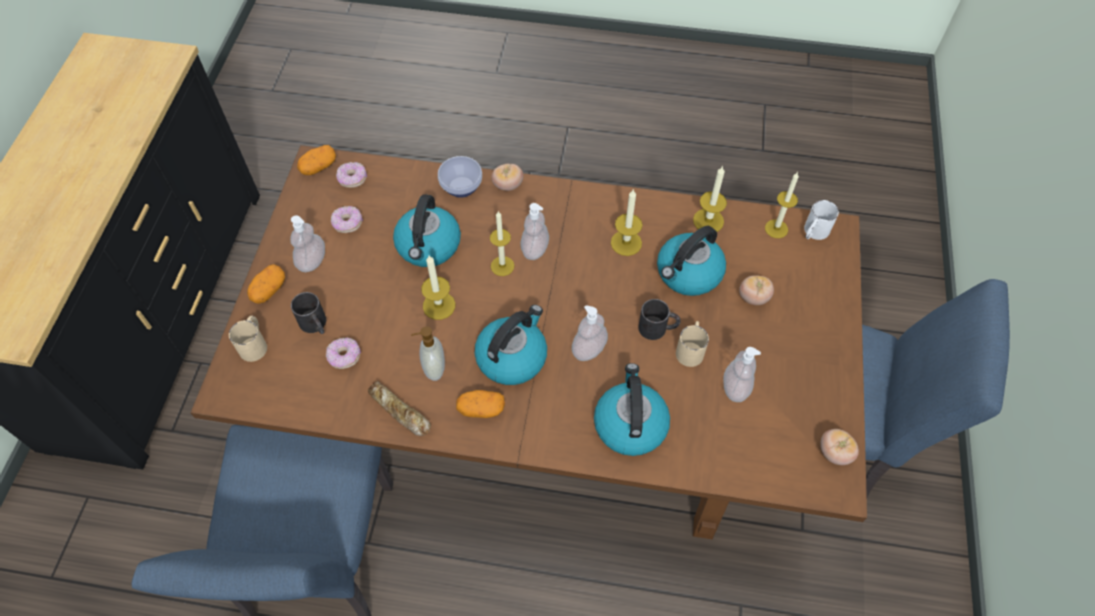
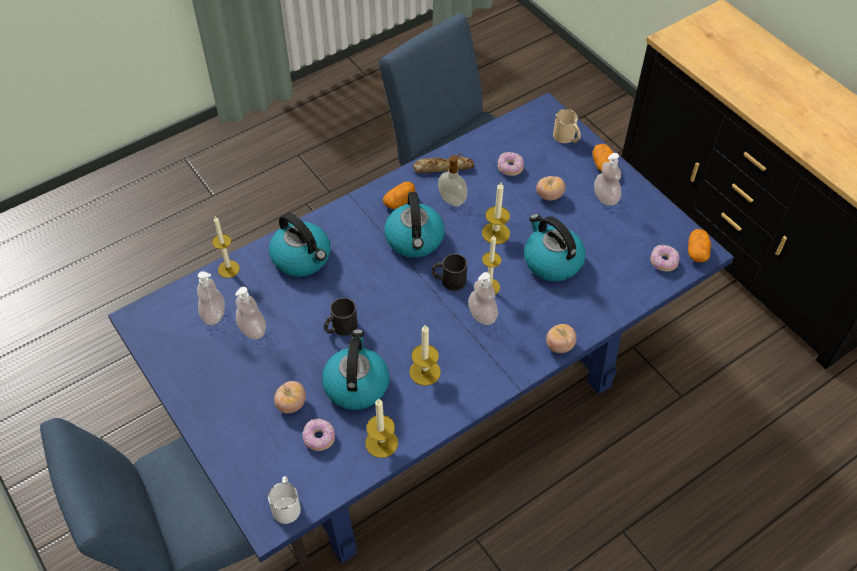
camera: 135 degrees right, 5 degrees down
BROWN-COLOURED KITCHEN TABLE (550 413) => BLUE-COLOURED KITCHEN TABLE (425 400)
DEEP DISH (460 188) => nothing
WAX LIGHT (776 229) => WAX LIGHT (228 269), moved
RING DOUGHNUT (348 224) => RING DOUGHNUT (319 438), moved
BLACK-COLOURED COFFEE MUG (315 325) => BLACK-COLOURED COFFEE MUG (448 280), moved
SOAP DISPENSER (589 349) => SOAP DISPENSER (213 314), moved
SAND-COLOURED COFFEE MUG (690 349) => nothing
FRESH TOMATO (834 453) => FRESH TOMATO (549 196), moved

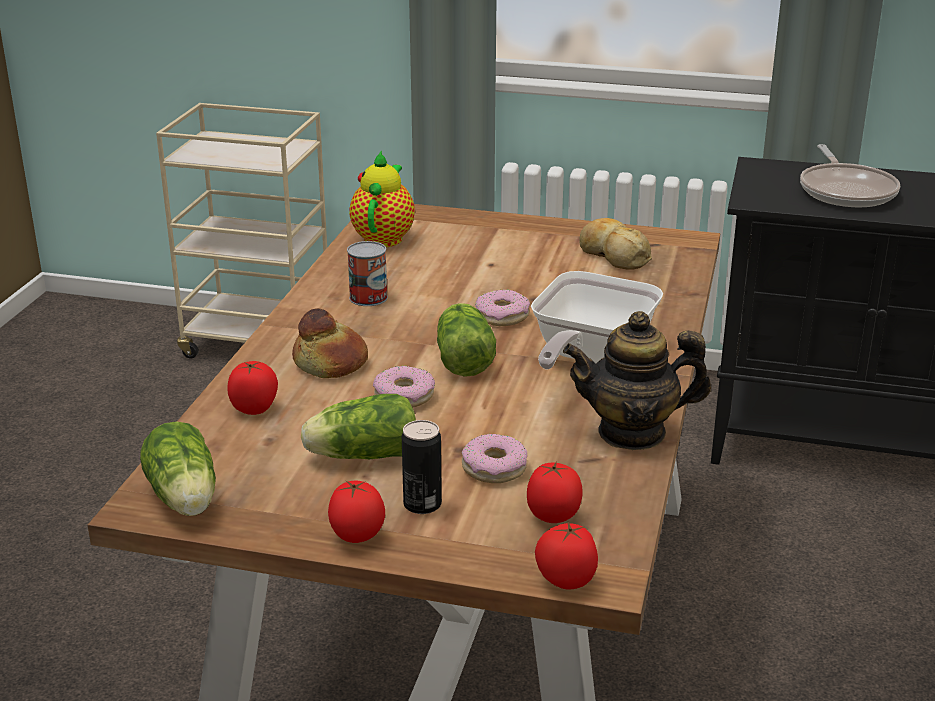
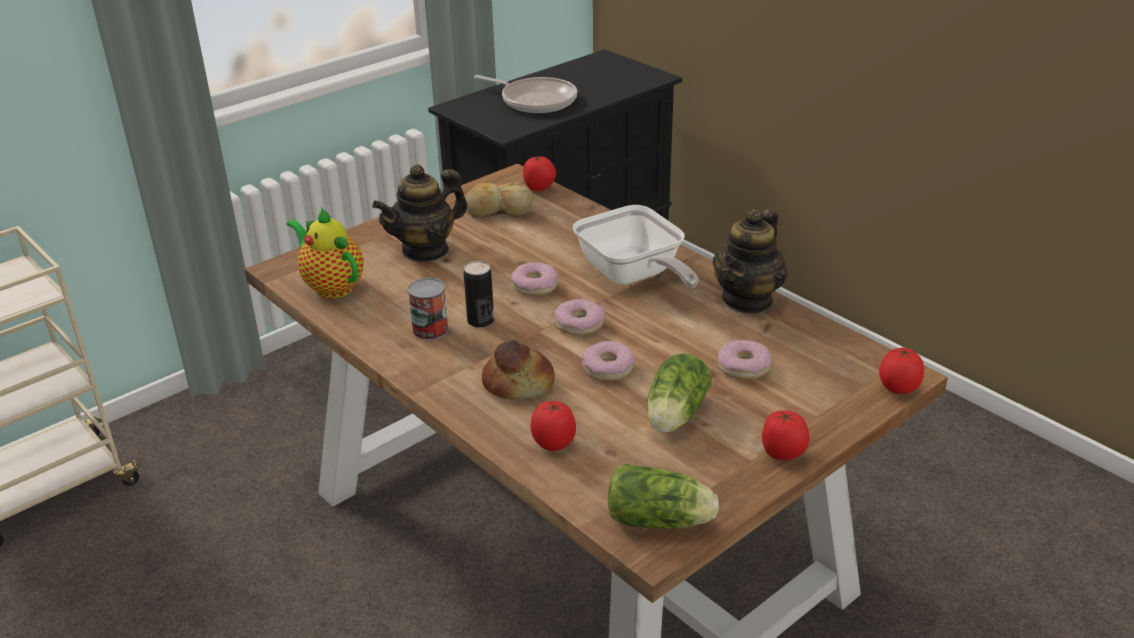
camera: 55 degrees left, 5 degrees up
LETTUCE (463 358) => RING DOUGHNUT (579 324)
CAN (422 504) => CAN (480 321), moved
FRESH TOMATO (553 517) => FRESH TOMATO (539 188), moved
nothing => TEA POT (425 250)

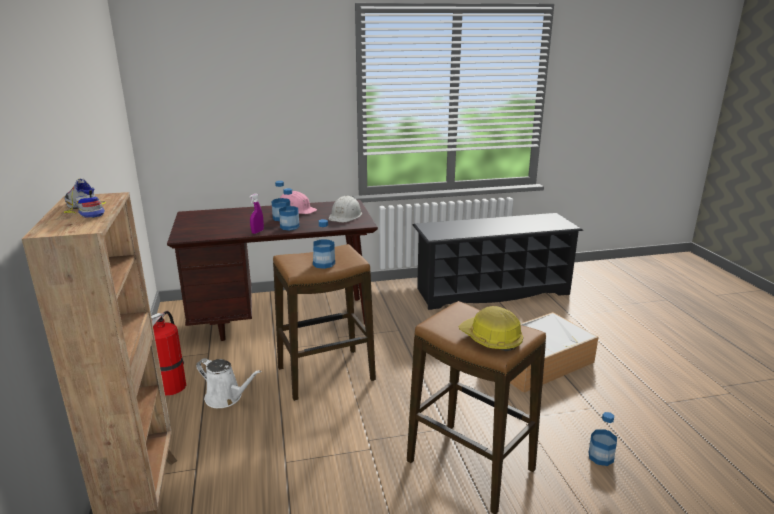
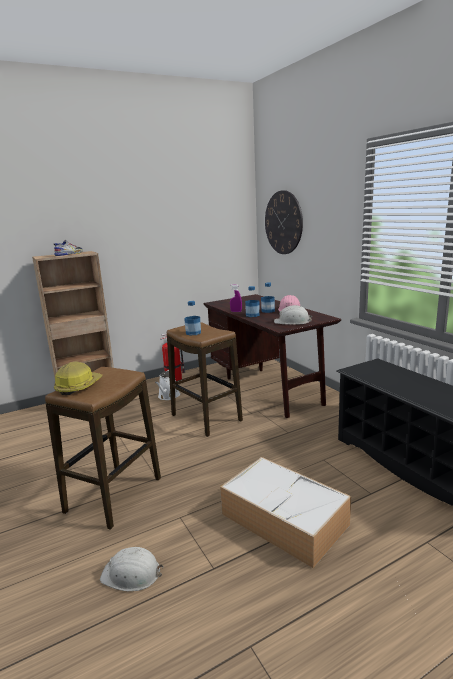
camera: 75 degrees right, 5 degrees down
BOTTLE (600 457) => WHITE-COLOURED SAFETY HELMET (131 574)
nothing => WALL CLOCK (283 222)

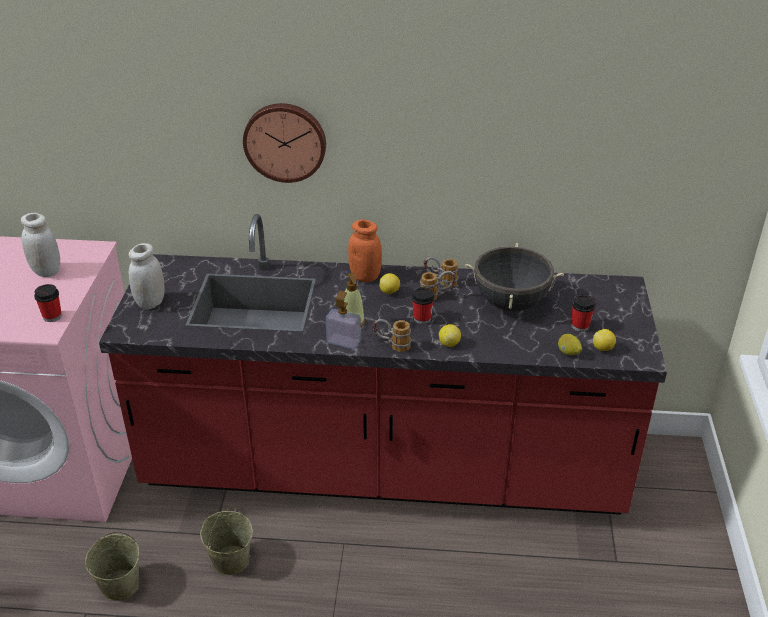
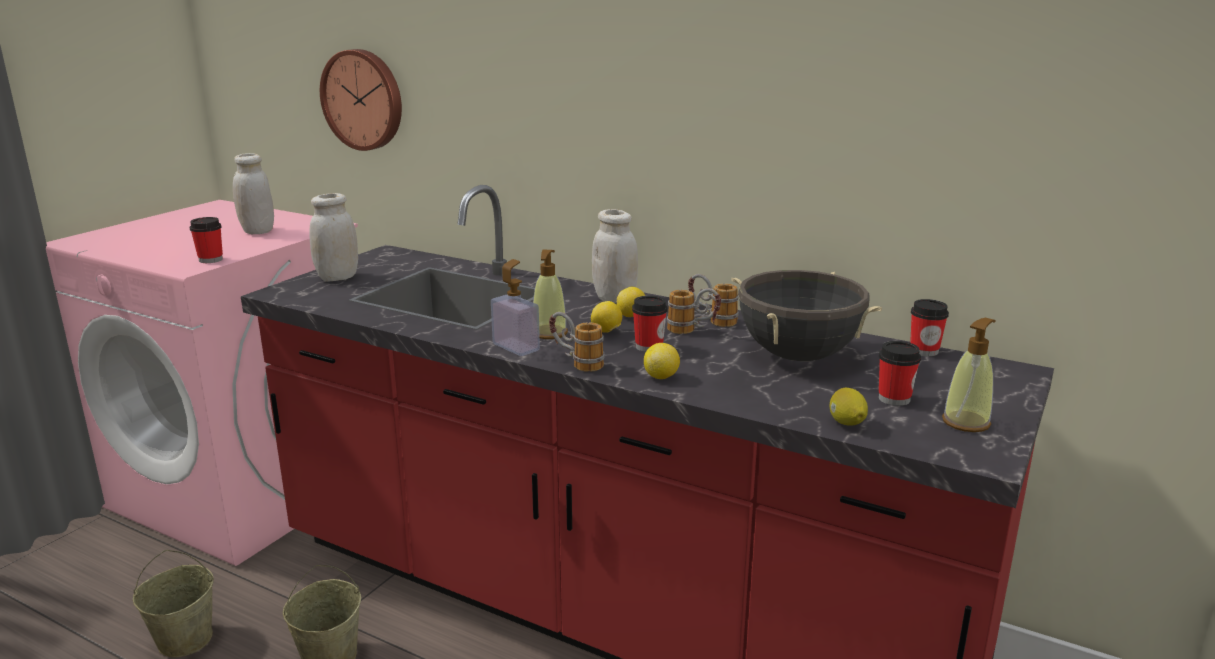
camera: 25 degrees right, 15 degrees down
WALL CLOCK (285 141) => WALL CLOCK (364 99), moved
ORANGE PRESERVE JAR (365 276) => WHITE-COLOURED PRESERVE JAR (614 299)
WHOLE LEMON (603 348) => WHOLE LEMON (606 332), moved
nothing => DRINKING CUP (924 351)
nothing => SOAP DISPENSER (966 422)

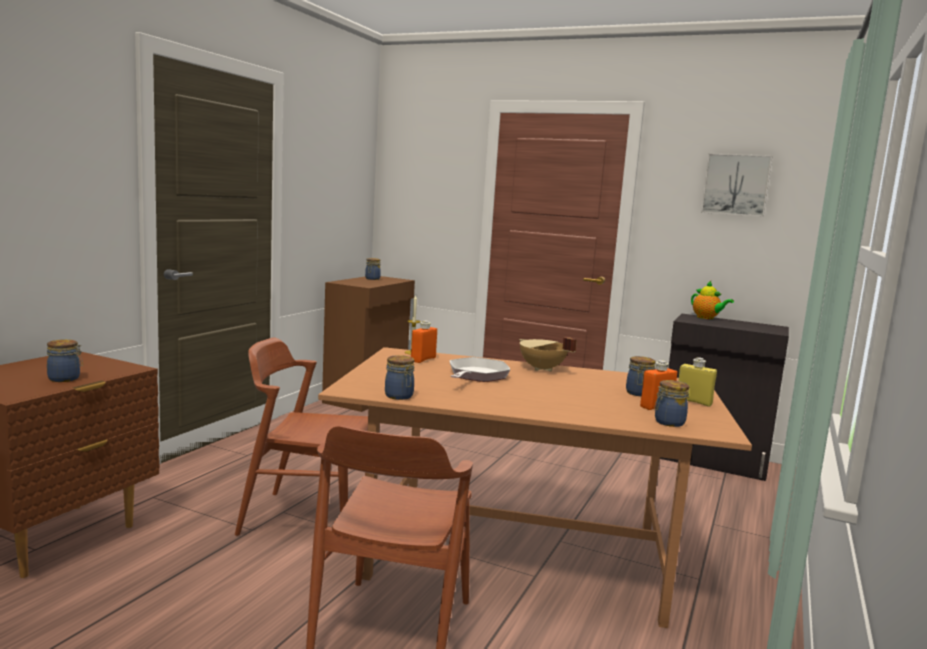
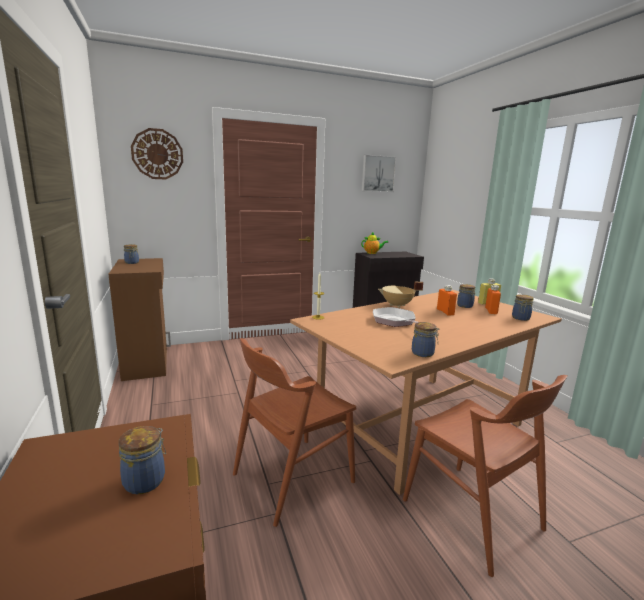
camera: 45 degrees left, 5 degrees up
ORANGE BOTTLE (423 359) => ORANGE BOTTLE (445 312), moved
nothing => WALL CLOCK (157 154)

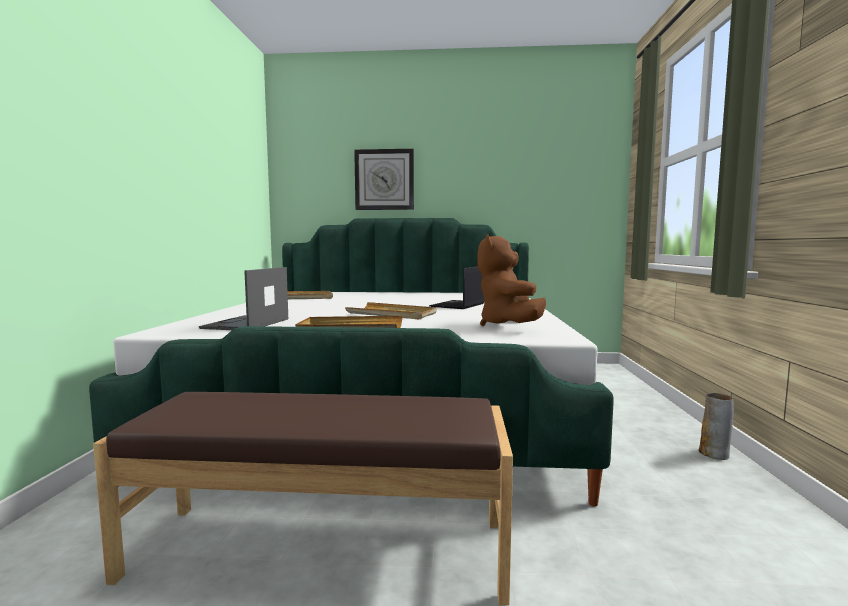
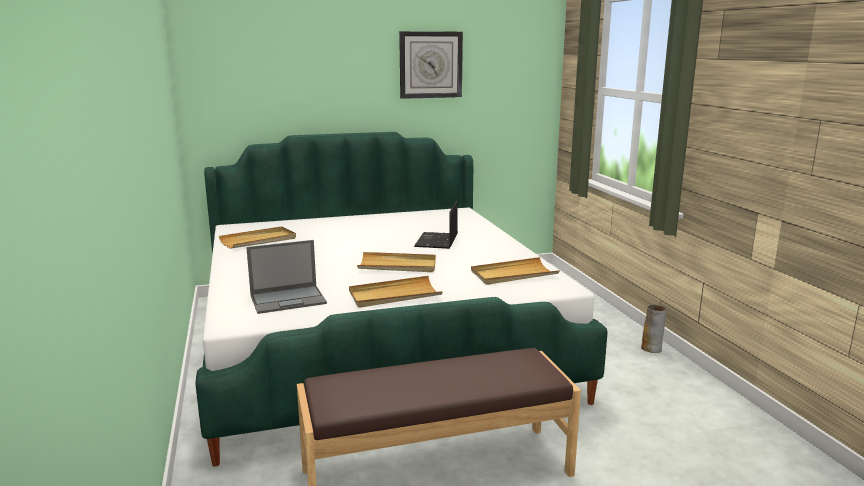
camera: 20 degrees left, 10 degrees up
WALL CLOCK (384 180) => WALL CLOCK (430 65), moved
BROWN-COLOURED CUDDLY TOY (508 326) => SAND-COLOURED TRAY (513 274)
LAPTOP (246 324) => LAPTOP (289 299), 105 degrees counterclockwise

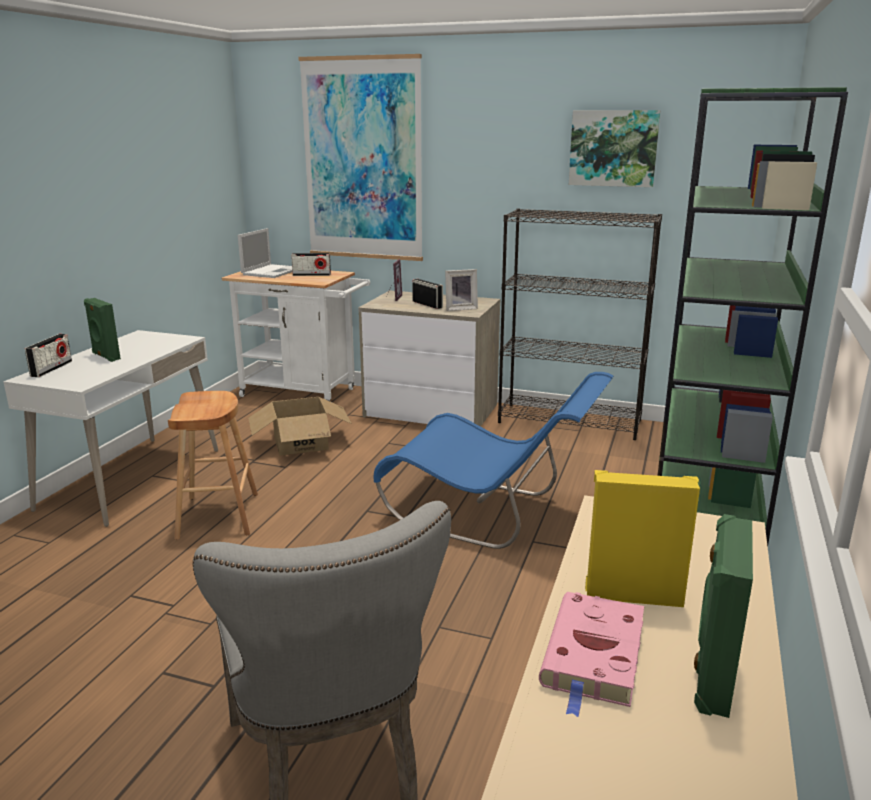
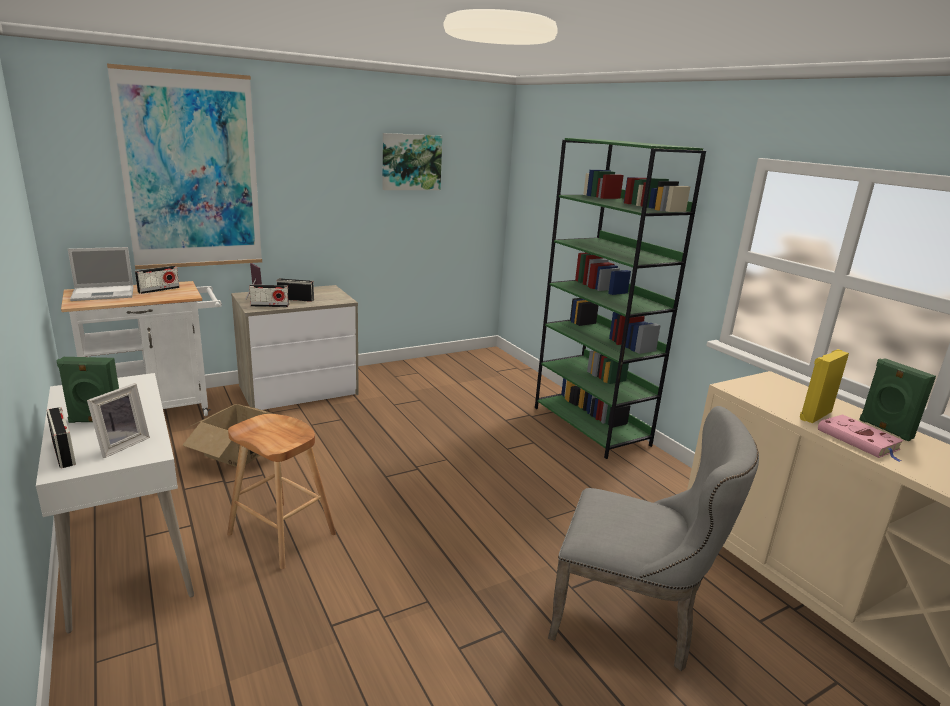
camera: 50 degrees left, 0 degrees up
BLACK-COLOURED SHELVING UNIT (570 421) => nothing
LAPTOP (272 271) => LAPTOP (105 293), 90 degrees clockwise
PHOTO FRAME (460 308) => PHOTO FRAME (121 445), moved
BLUE-COLOURED UPRIGHT CHAIR (489 514) => nothing
nothing => RADIO (270 306)

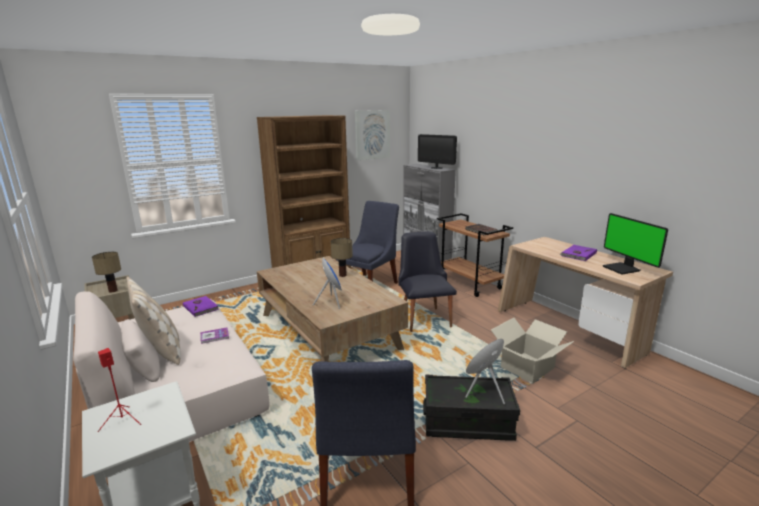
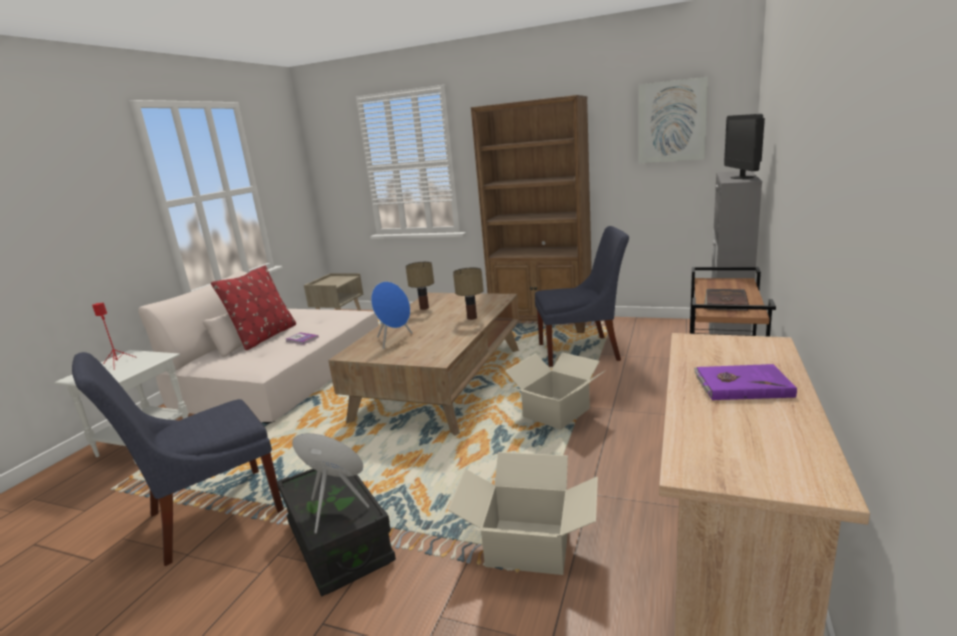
camera: 55 degrees right, 0 degrees up
COMPUTER SCREEN (622 269) => nothing
BLACK-COLOURED UPRIGHT CHAIR (424 317) => CARTON (557 413)
TABLE LAMP (112 291) => TABLE LAMP (423 308), moved
SAND-COLOURED CUSHION (161 350) => RED CUSHION (265 337)
PURPLE-COLOURED BOOK (201 307) => nothing

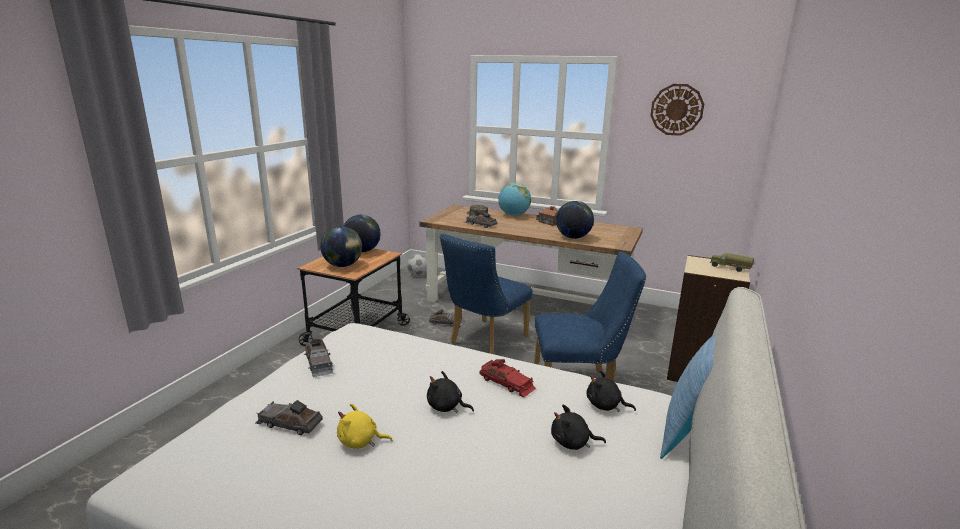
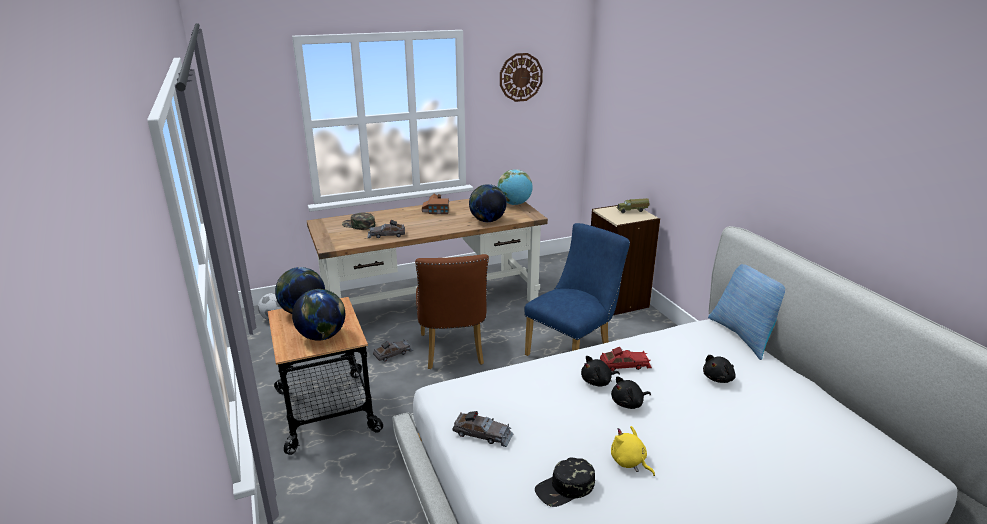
camera: 45 degrees left, 5 degrees up
DESK GLOBE (514 215) => DESK GLOBE (514 204), moved
BLUE-COLOURED UPRIGHT CHAIR (484 341) => BROWN-COLOURED UPRIGHT CHAIR (452 353)
BLACK-COLOURED CUDDLY TOY (605 405) => BLACK-COLOURED CUDDLY TOY (598 382), moved
GRAY MINIATURE CAR (289 423) => BLACK-COLOURED PEAKED CAP (565 488)
YELLOW-COLOURED CUDDLY TOY (360 441) => YELLOW-COLOURED CUDDLY TOY (629 462), 90 degrees clockwise

